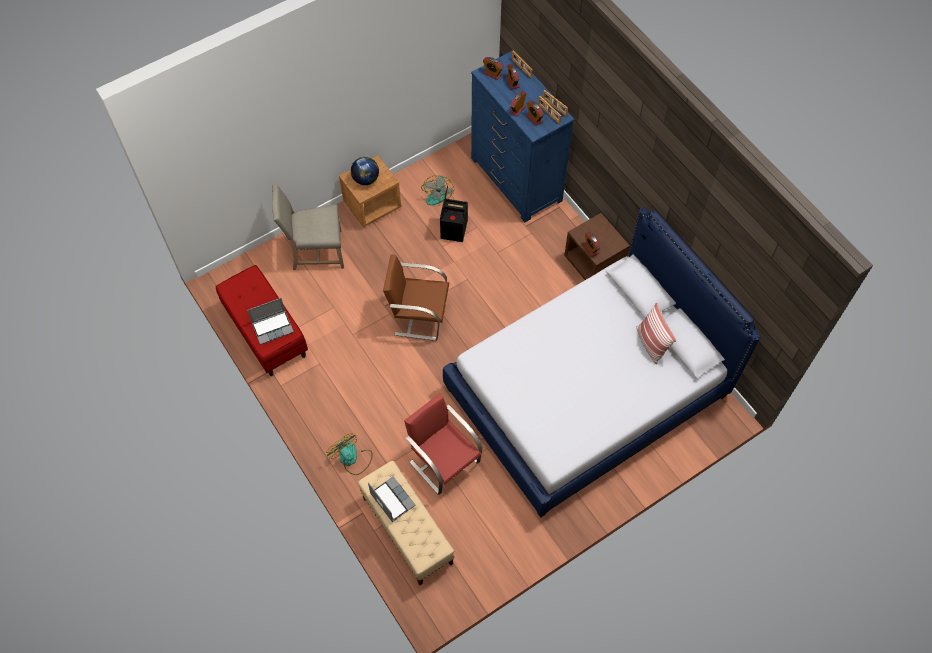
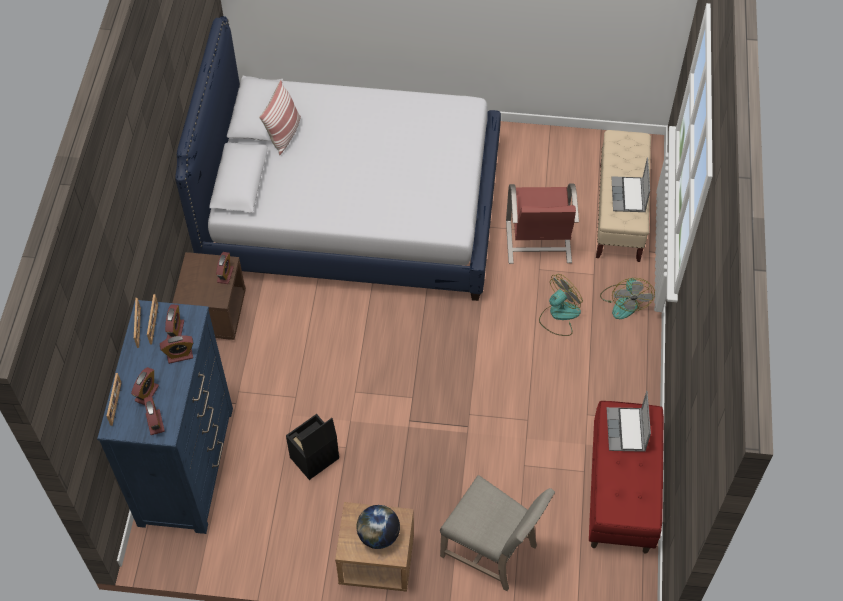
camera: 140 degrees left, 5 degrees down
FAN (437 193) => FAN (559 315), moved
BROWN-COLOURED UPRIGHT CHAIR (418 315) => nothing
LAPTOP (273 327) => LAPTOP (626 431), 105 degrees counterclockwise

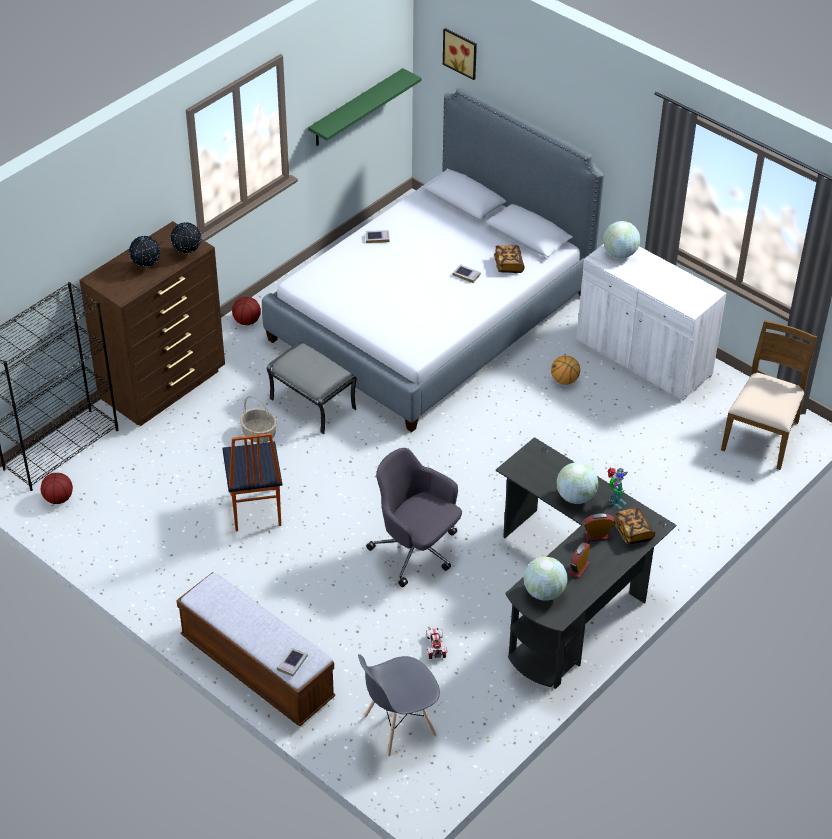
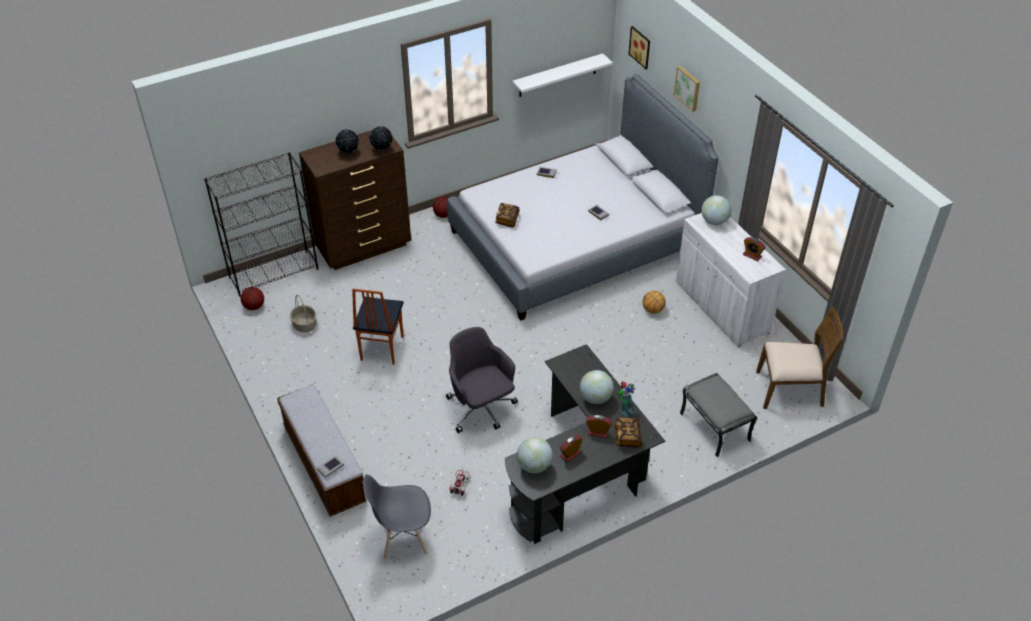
camera: 20 degrees right, 0 degrees up
GREEN BRACKET SHELF (356 108) => WHITE-COLOURED BRACKET SHELF (558 75)
BOOK (508 265) => BOOK (507 220), moved
BROWN-COLOURED UPRIGHT CHAIR (762 436) => BROWN-COLOURED UPRIGHT CHAIR (790 389), 45 degrees clockwise
GRAY FOOTREST (313 404) => GRAY FOOTREST (715 427), moved
BASKET (258 433) => BASKET (304 325), moved
nothing => WALL ART (688 88)
nothing => TABLE CLOCK (752 255)

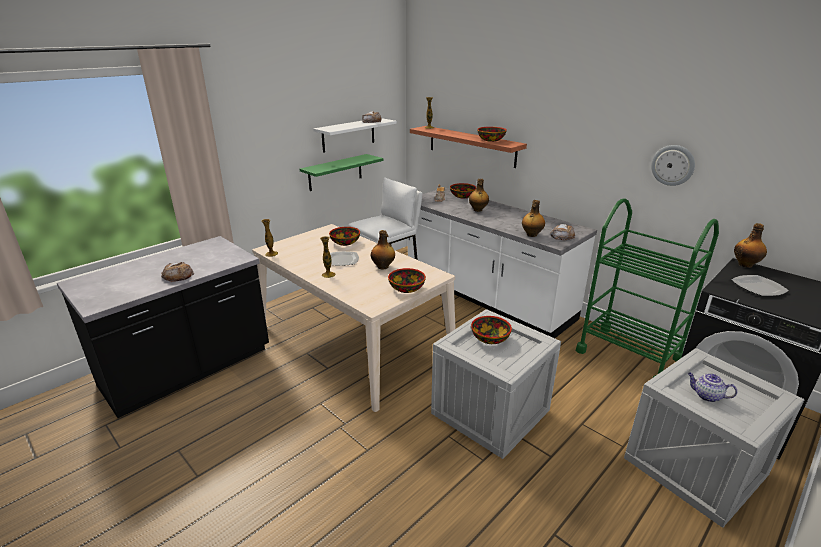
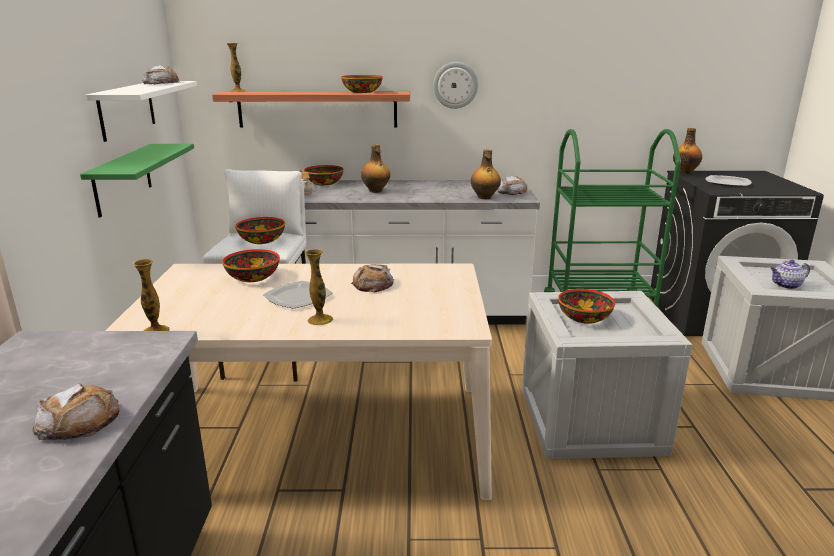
camera: 45 degrees left, 5 degrees down
WALL CLOCK (673 165) => WALL CLOCK (455 85), moved
BOTTLE (383 267) => BREAD (373 284)
DEEP DISH (407 288) => DEEP DISH (261 240), moved

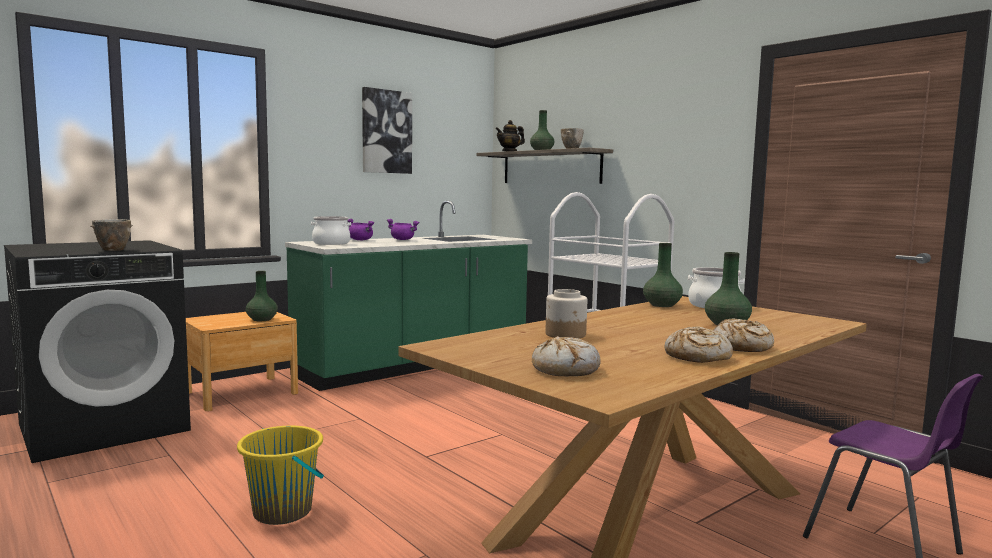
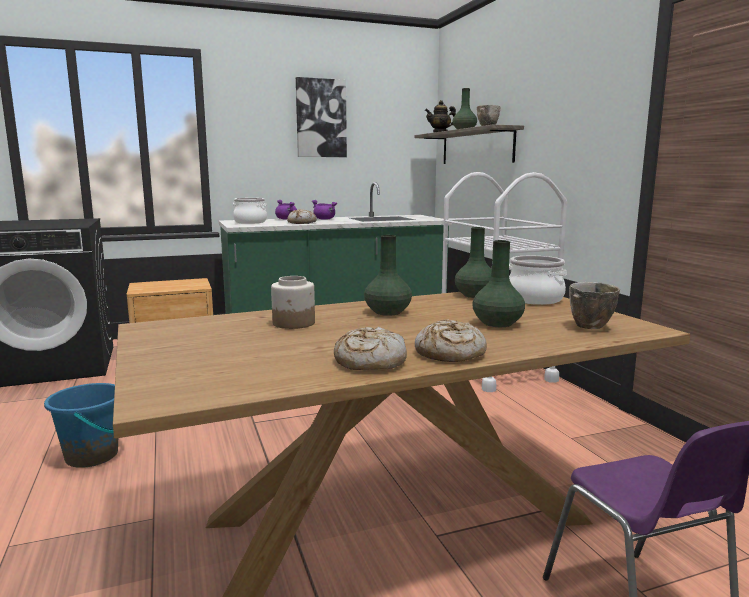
camera: 20 degrees right, 5 degrees up
DEEP DISH (111 250) => DEEP DISH (588 327), moved
GREEN FLOWER VASE (261 319) => GREEN FLOWER VASE (387 312), moved
BREAD (566 369) => BREAD (302 223), moved
YELLOW-COLOURED BUCKET (283 511) => BLUE-COLOURED BUCKET (92 456)

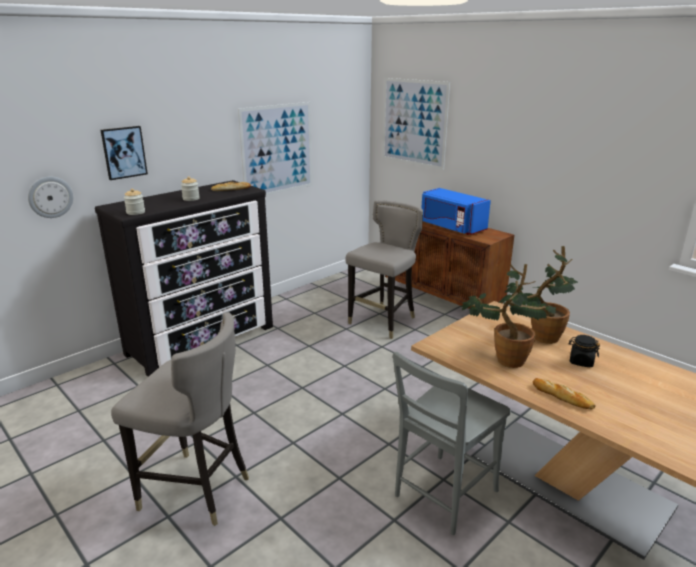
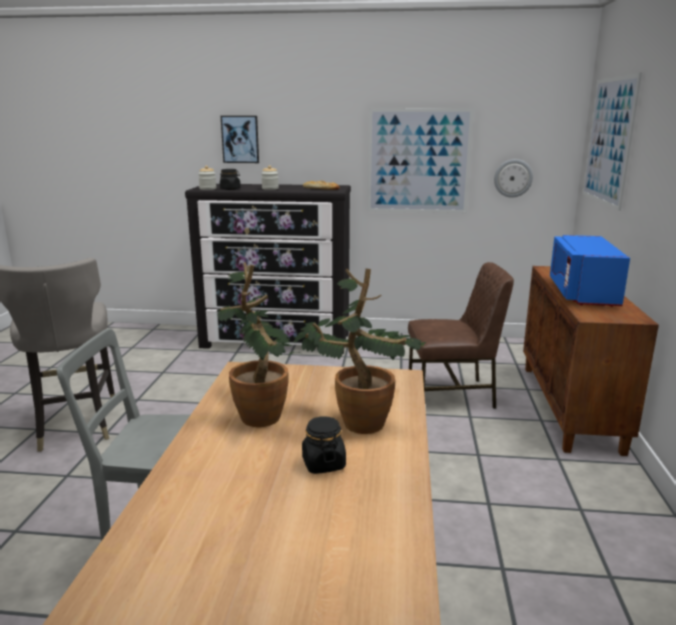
camera: 50 degrees right, 5 degrees down
WALL CLOCK (50 197) => WALL CLOCK (513 178), moved
GRAY SITTING STOOL (384 321) => BROWN-COLOURED UPRIGHT CHAIR (452 394)
BREAD (562 397) => nothing
nothing => BLACK-COLOURED PRESERVE JAR (230 189)

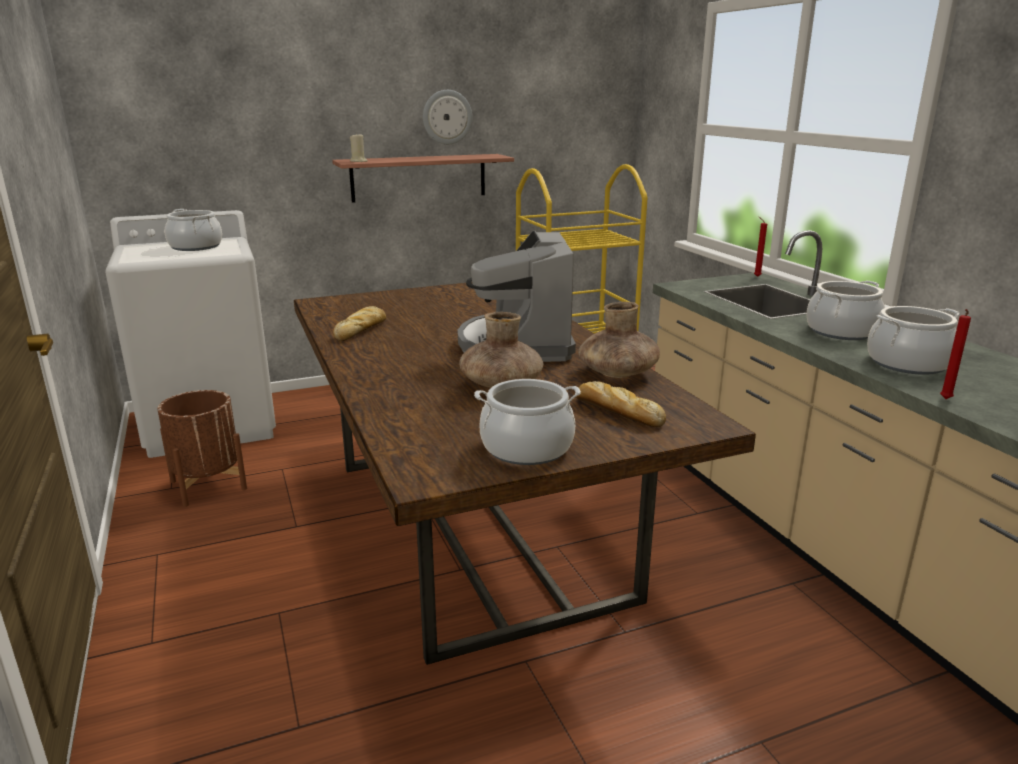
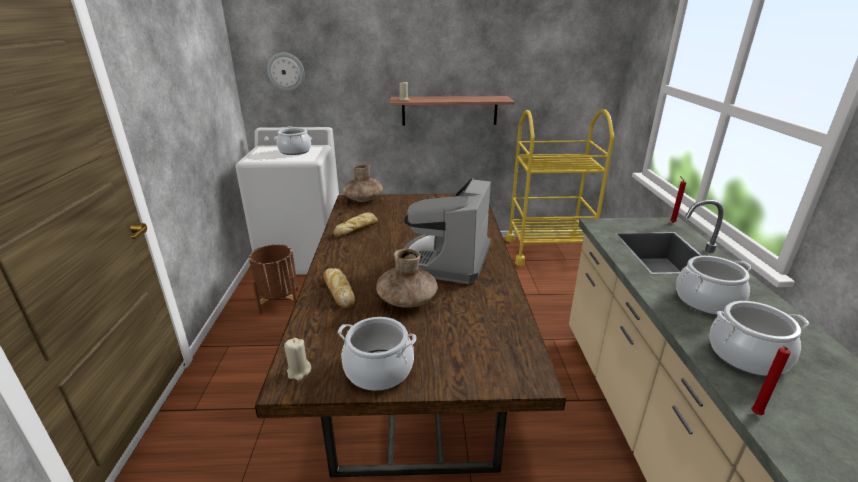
camera: 20 degrees right, 5 degrees up
WALL CLOCK (447 117) => WALL CLOCK (286 72), moved
BROWN-COLOURED FLOWER VASE (617 373) => BROWN-COLOURED FLOWER VASE (363 199), moved
BREAD (616 412) => BREAD (338 291), moved
nothing => SAND-COLOURED WAX LIGHT (299 371)

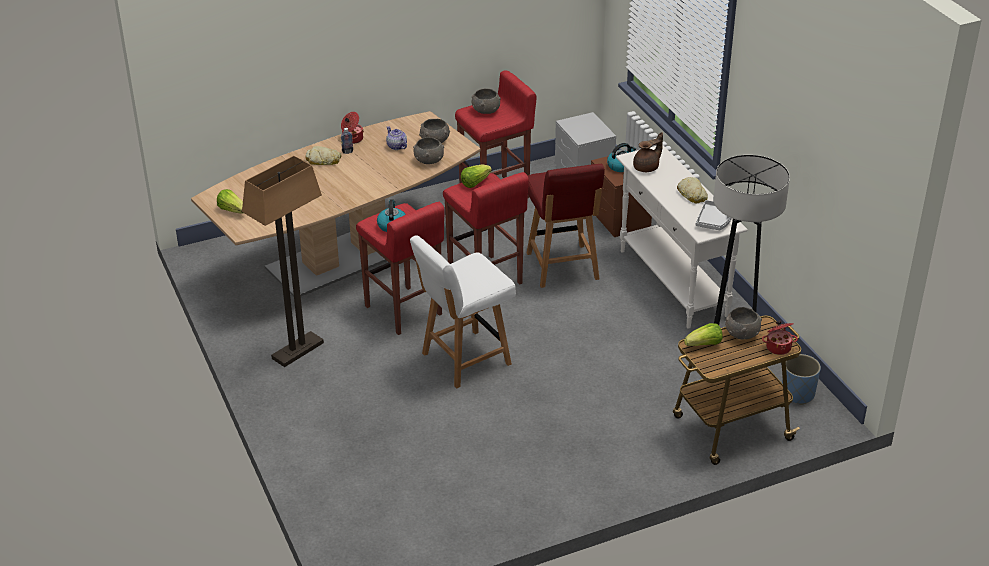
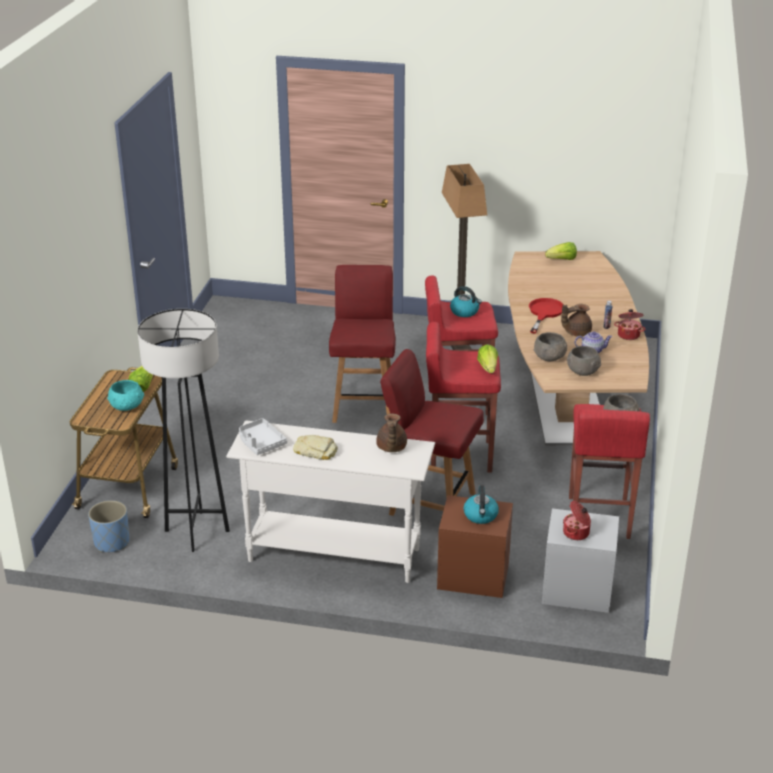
camera: 125 degrees right, 5 degrees down
BREAD (323 160) => nothing
WHITE-COLOURED UPRIGHT CHAIR (464 359) => RED UPRIGHT CHAIR (364 405)
GRAY DEEP DISH (741 333) => TURQUOISE-COLOURED DEEP DISH (127 406)
COOKING POT (778 347) => COOKING POT (577 533), moved
nothing => RED SKILLET (544 313)
nothing => BROWN-COLOURED TEA POT (576 332)

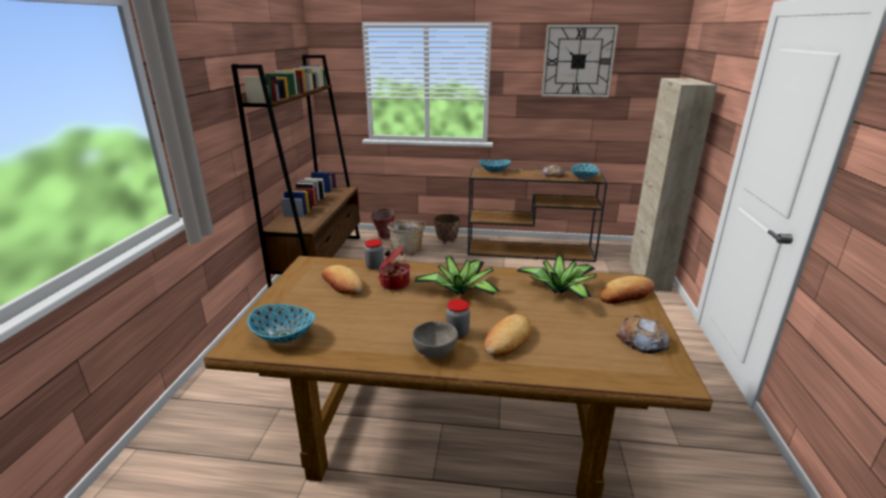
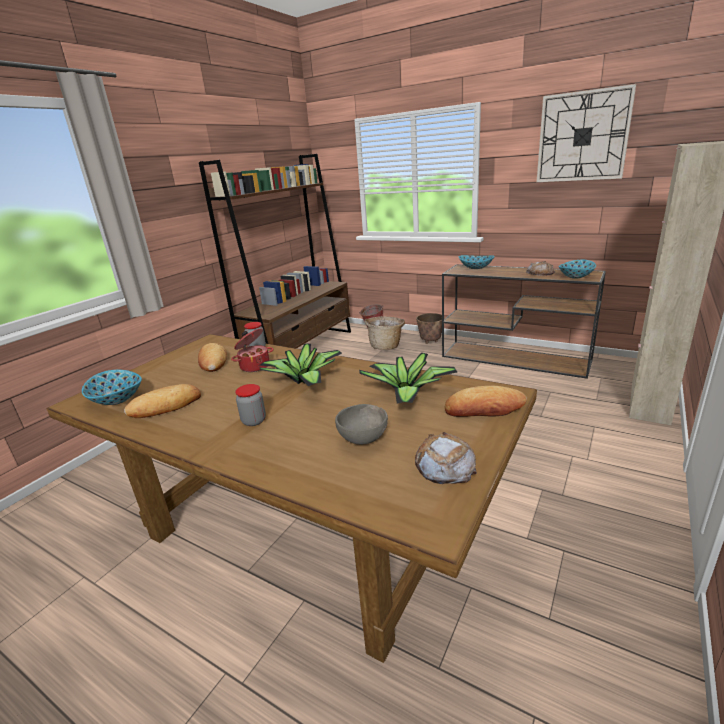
camera: 25 degrees right, 0 degrees up
BREAD (507 339) => BREAD (166 406), moved
GRAY DEEP DISH (436 352) => GRAY DEEP DISH (364 439), moved

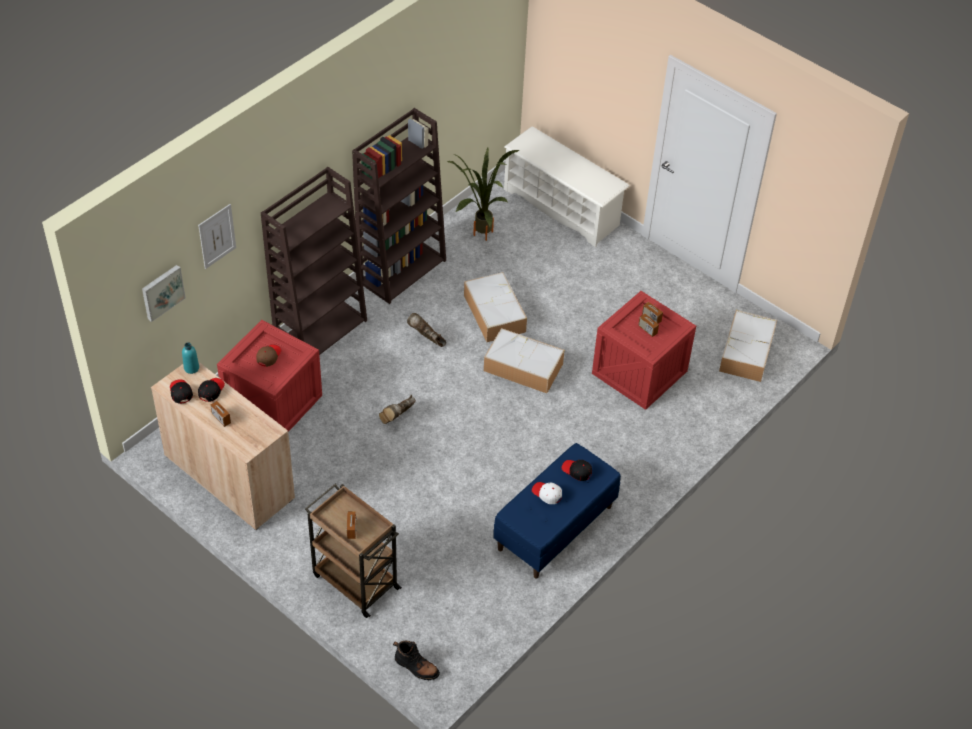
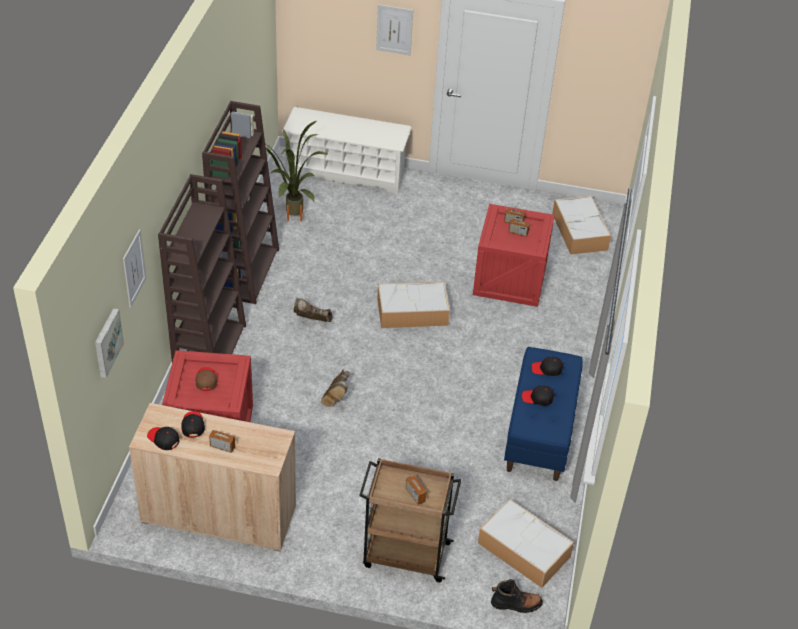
camera: 30 degrees left, 5 degrees down
STORAGE BOX (494 313) => STORAGE BOX (522 549), moved
TURQUOISE-COLOURED BOTTLE (191 368) => nothing
WHITE-COLOURED PEAKED CAP (547 494) => BLACK-COLOURED PEAKED CAP (537 398)
nothing => WALL ART (394 29)

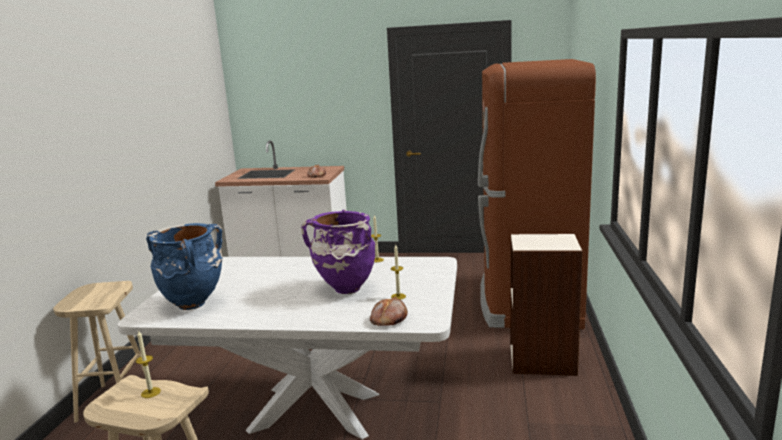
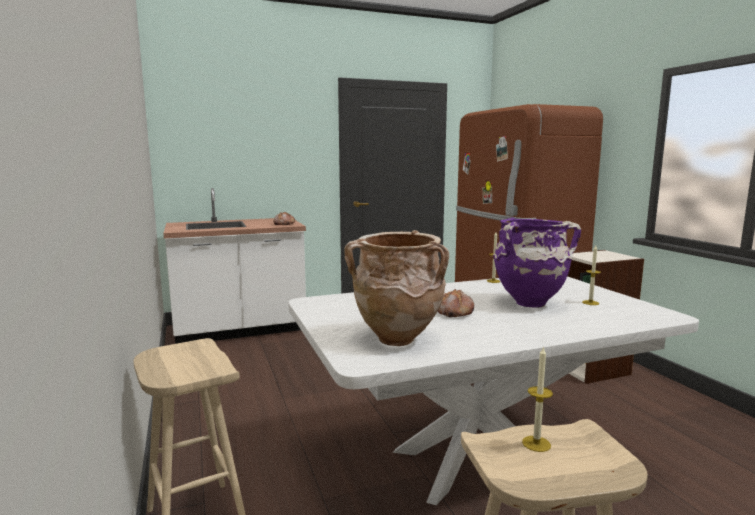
camera: 30 degrees left, 5 degrees down
BLUE-COLOURED FLOWER VASE (194 304) => SAND-COLOURED FLOWER VASE (399 339)
BREAD (388 319) => BREAD (454 312), moved

